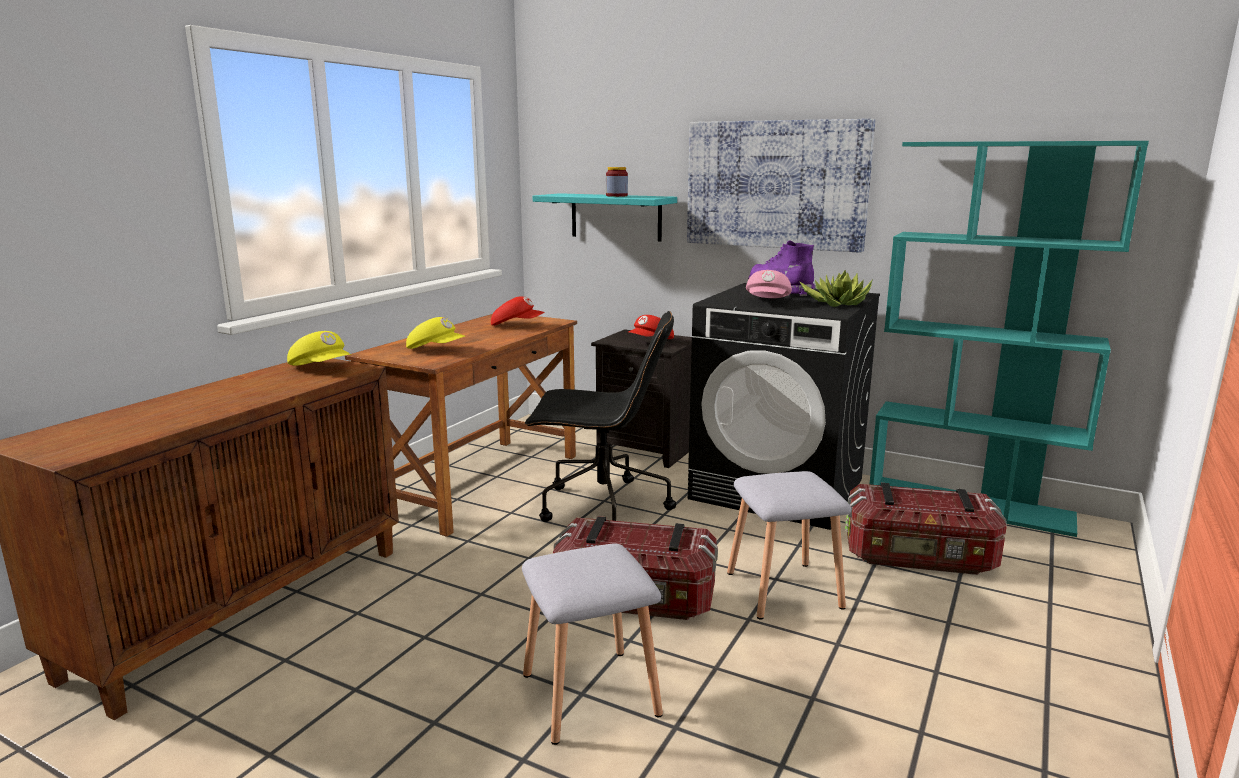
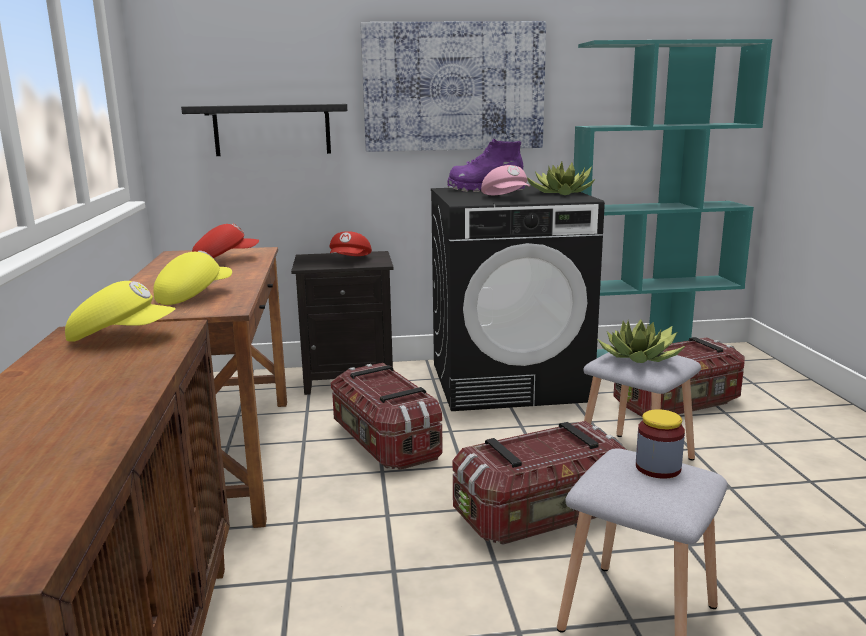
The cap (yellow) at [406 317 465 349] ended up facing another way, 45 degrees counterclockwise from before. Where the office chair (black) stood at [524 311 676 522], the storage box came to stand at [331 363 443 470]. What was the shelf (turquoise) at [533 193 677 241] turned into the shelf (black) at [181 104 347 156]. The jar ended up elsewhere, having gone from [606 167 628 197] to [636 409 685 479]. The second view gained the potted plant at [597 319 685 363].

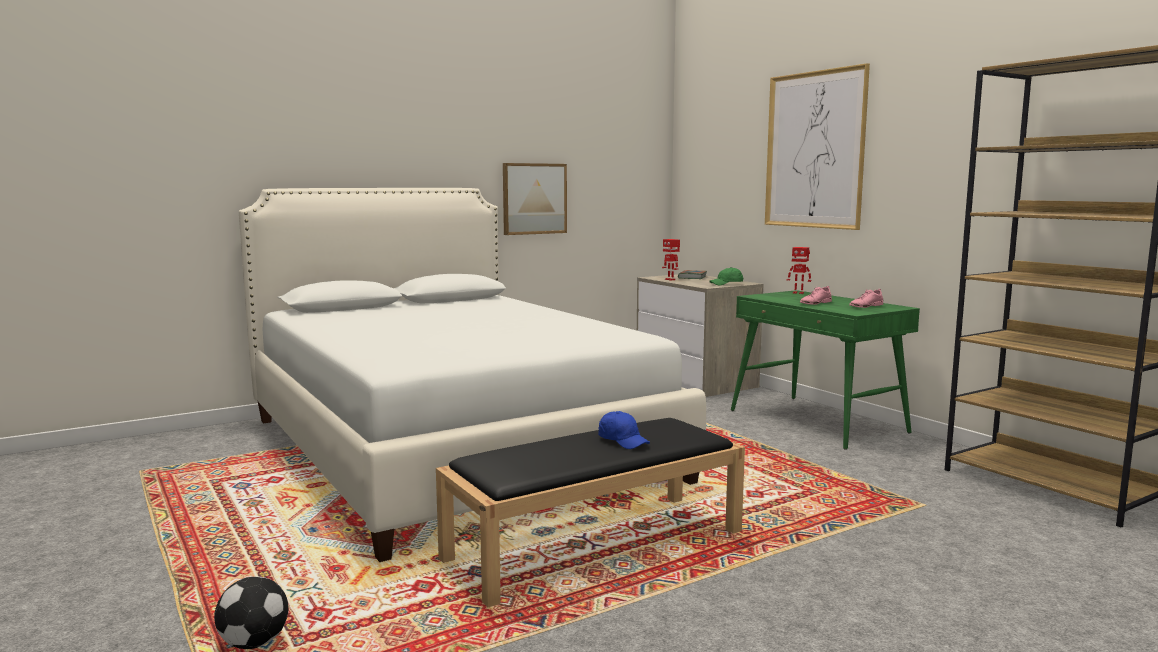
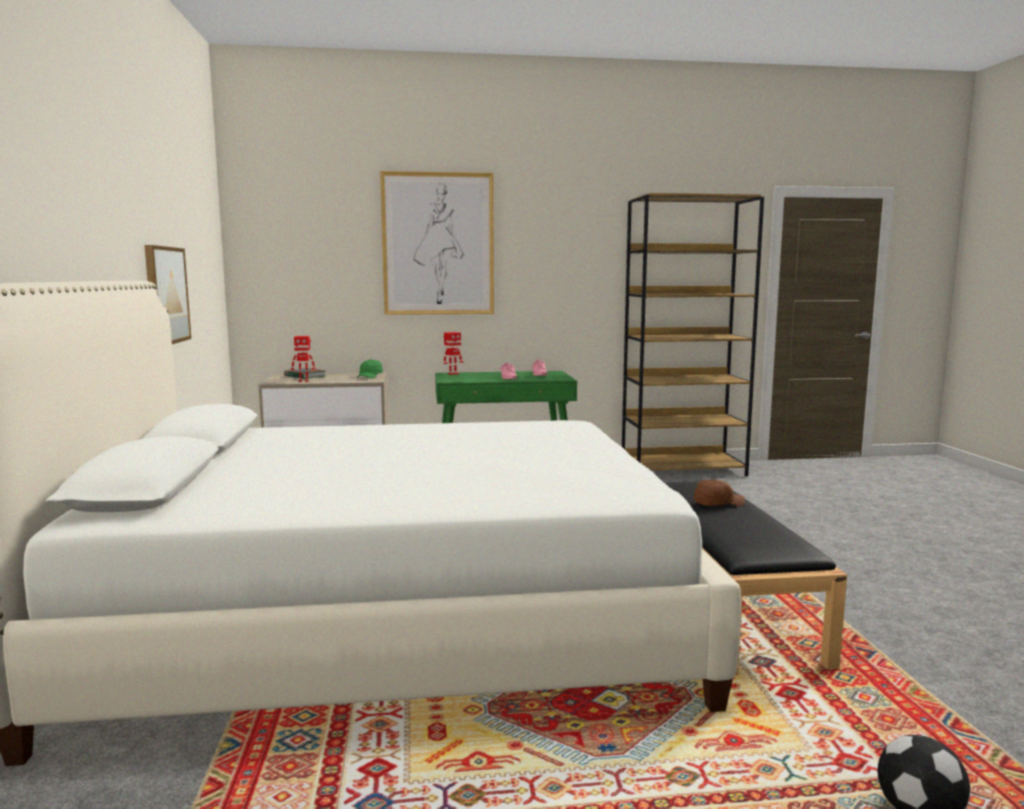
What was the cap (blue) at [598 411 650 449] turned into the cap (brown) at [694 479 746 506].

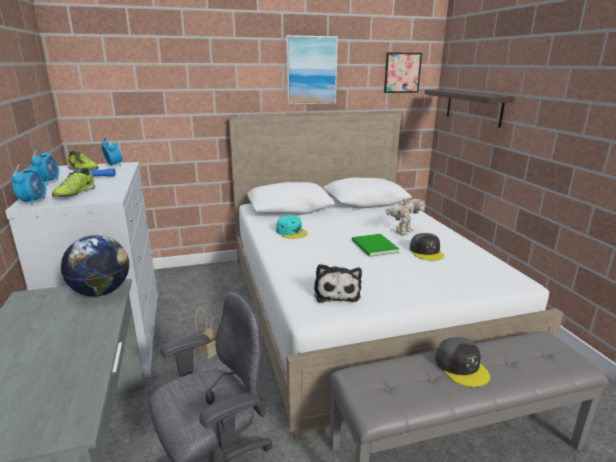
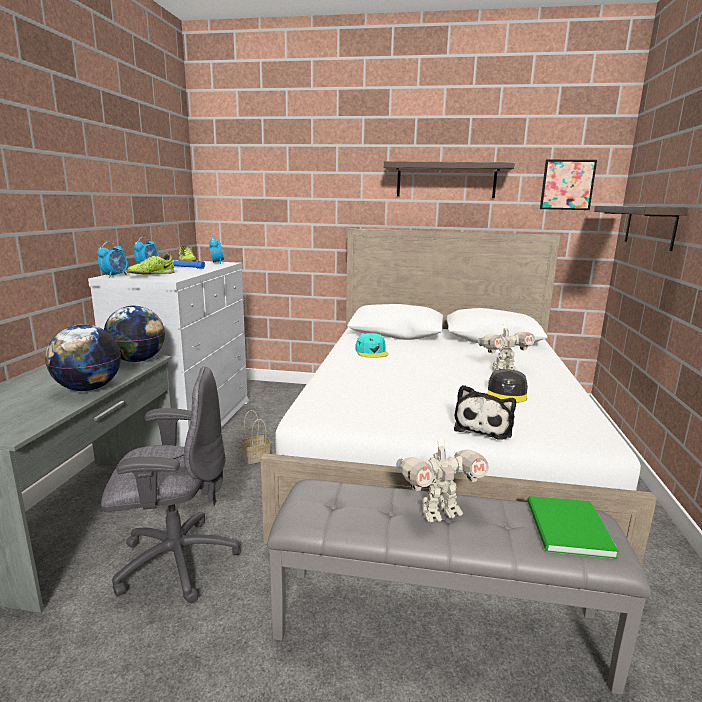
Where the picture hung at [286 35 338 104], the shelf came to hang at [384 161 515 198]. The plush toy ended up elsewhere, having gone from [314 264 362 303] to [454 385 516 440]. The book (green) ended up elsewhere, having gone from [352 234 399 257] to [528 496 619 559]. Where the cap (grey) stood at [435 337 490 387], the toy robot came to stand at [396 438 489 522]. The second view gained the globe at [45 324 121 391].

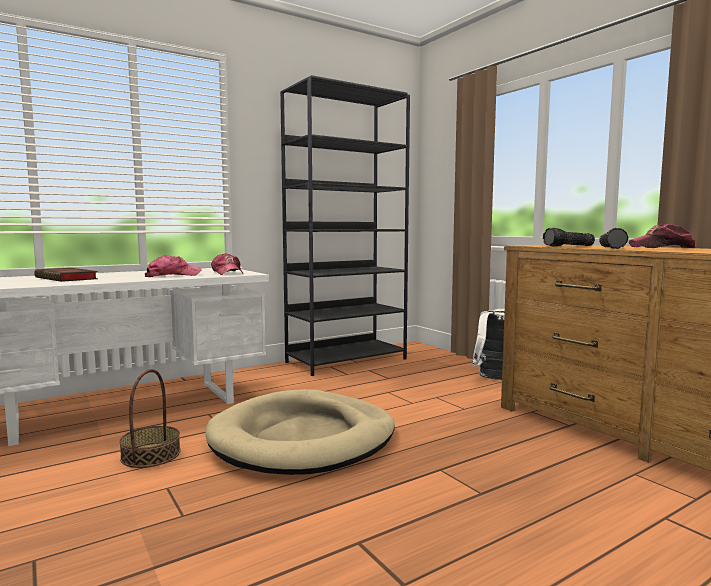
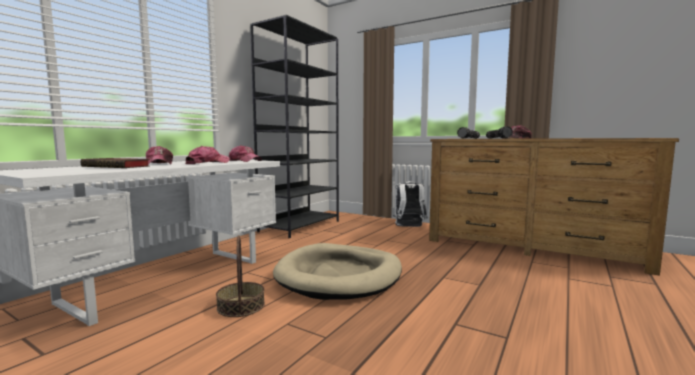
The second view gained the cap at [146 146 173 165].

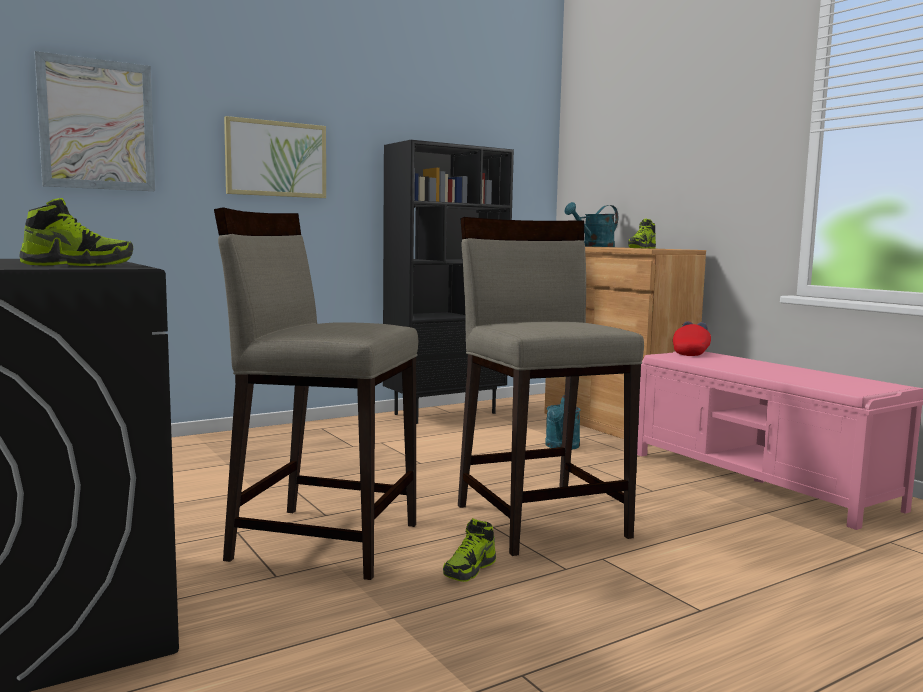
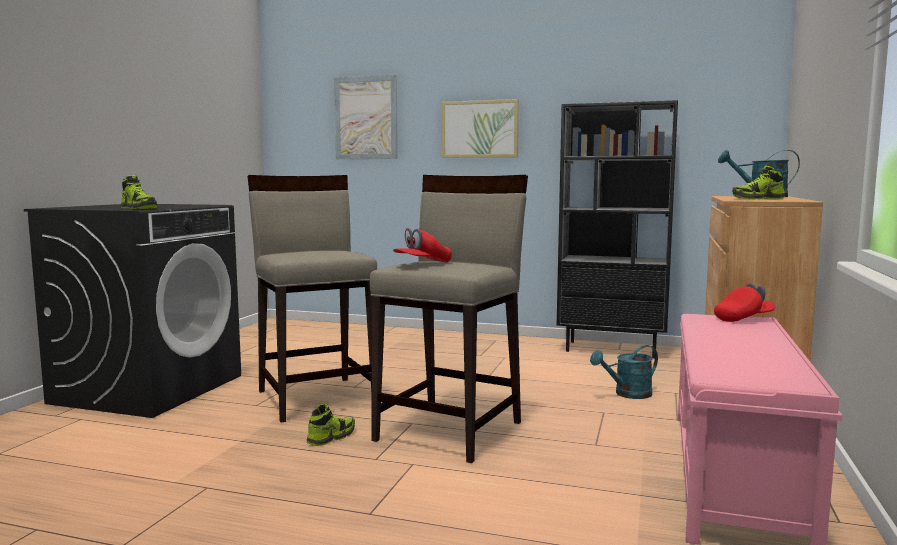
The shoe at [443 518 496 582] ended up facing another way, 135 degrees clockwise from before. The second view gained the cap (red) at [393 228 452 262].

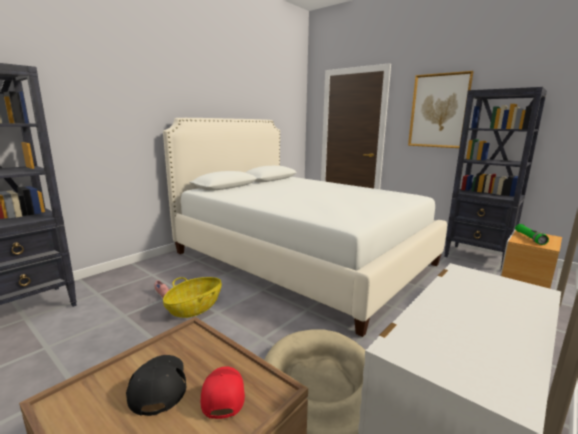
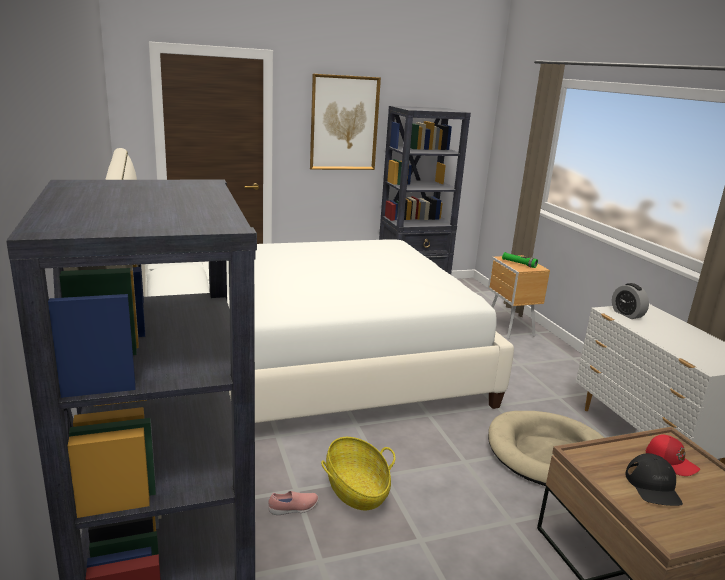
The cap (black) at [126 355 186 416] ended up facing another way, 105 degrees counterclockwise from before. The cap (red) at [201 367 245 419] ended up facing another way, 150 degrees counterclockwise from before. The second view gained the alarm clock at [612 283 649 319].

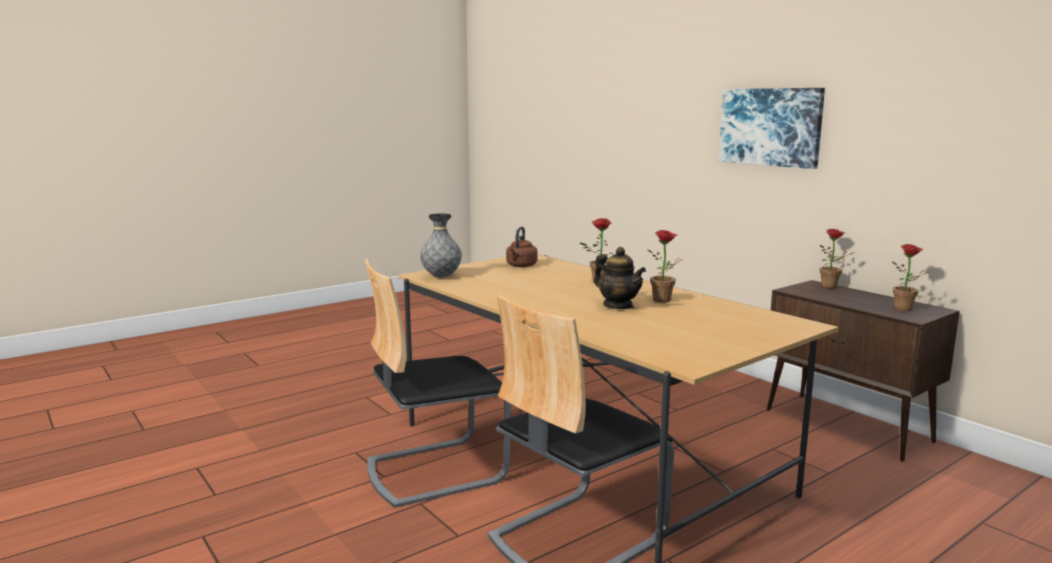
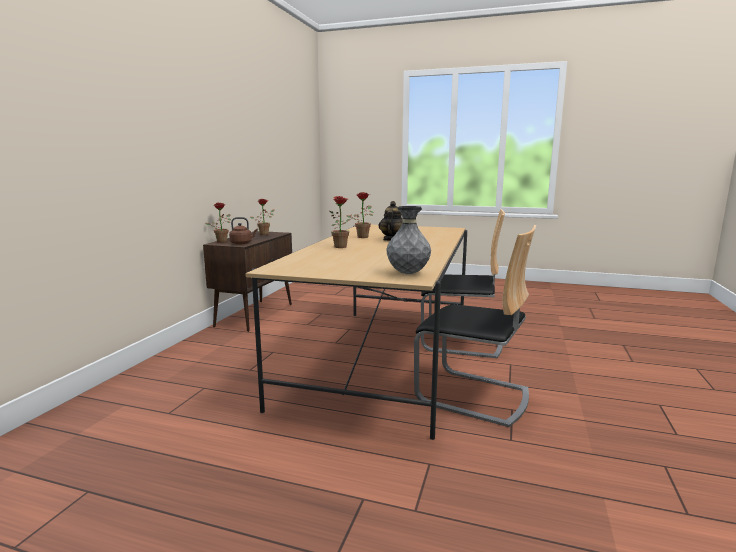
The kettle (brown) ended up elsewhere, having gone from [506 227 538 267] to [229 217 258 244]. The second view lost the picture at [719 88 825 169].

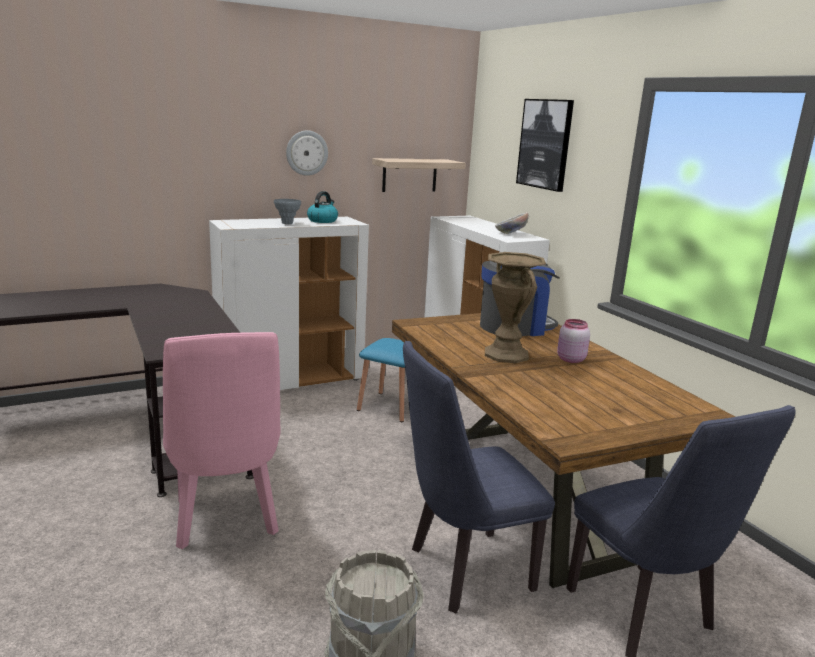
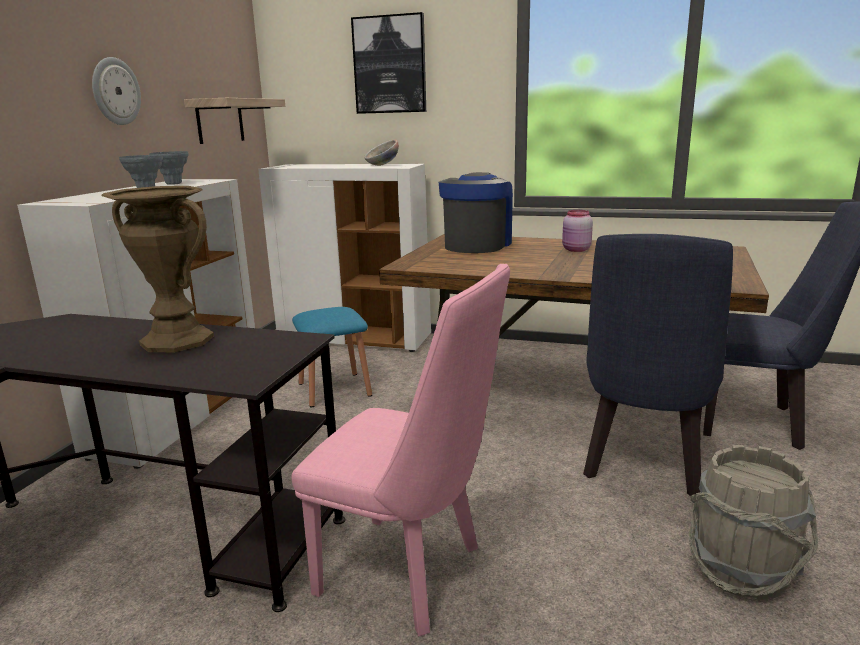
Where the kettle stood at [307 191 338 223], the vase (grey) came to stand at [149 151 189 185]. The vase (brown) ended up elsewhere, having gone from [485 252 546 363] to [101 186 214 352].

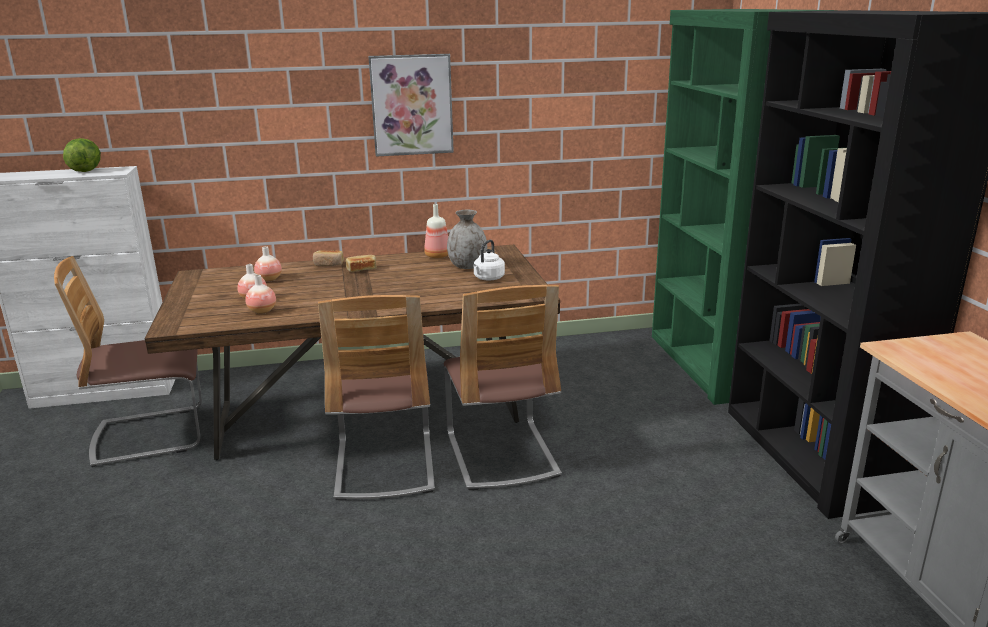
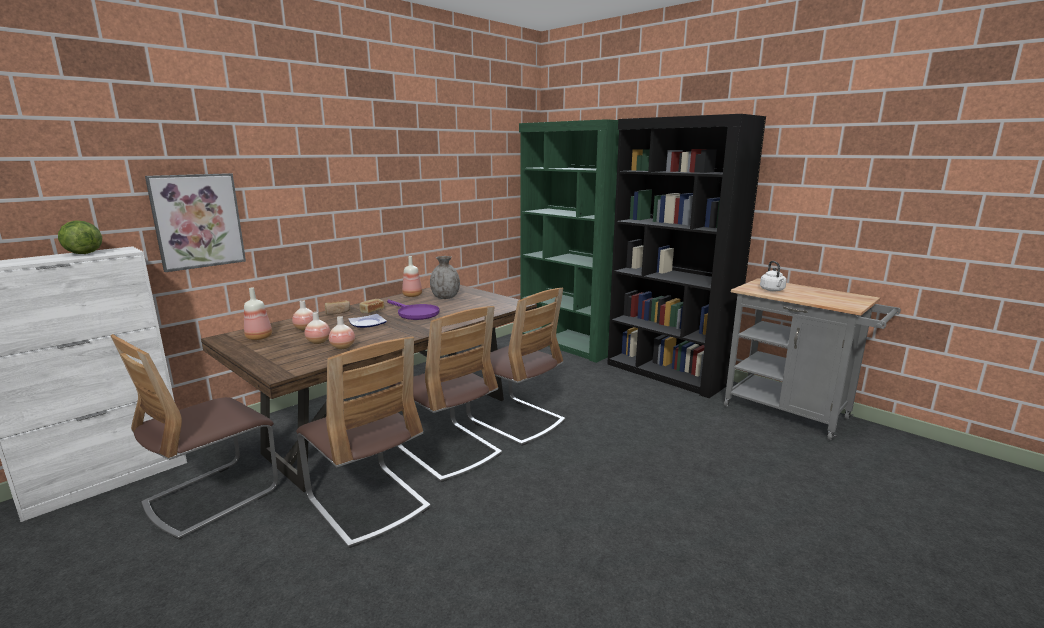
The picture ended up elsewhere, having gone from [368 54 454 157] to [145 173 246 272]. The kettle (white) ended up elsewhere, having gone from [473 240 505 281] to [760 261 787 291]. The second view gained the bottle at [244 288 272 340]. The second view gained the chair at [296 337 431 548]. The second view gained the plate at [348 314 387 328]. The second view gained the frying pan (purple) at [387 300 440 320].

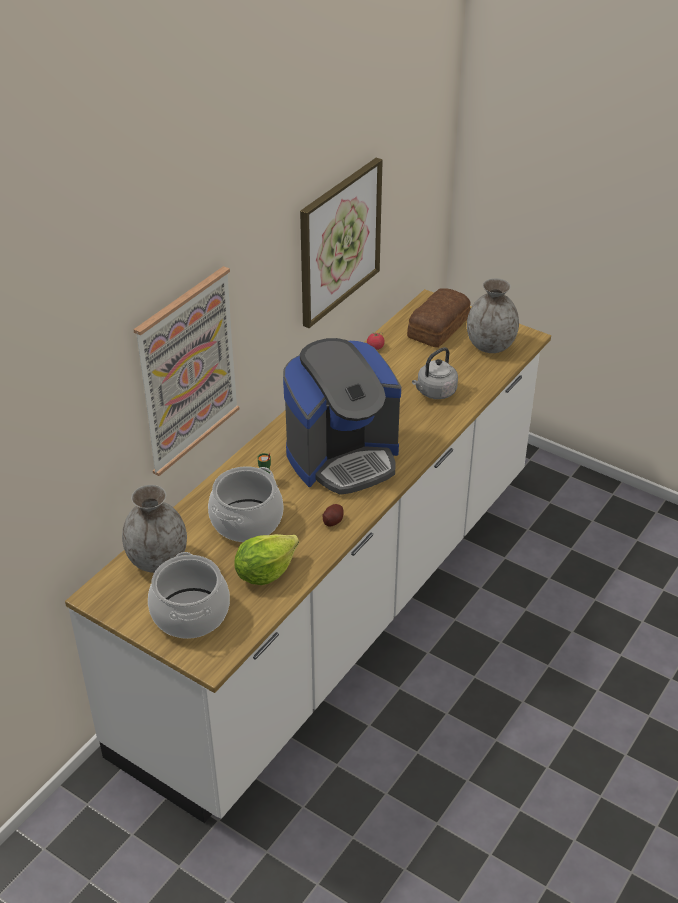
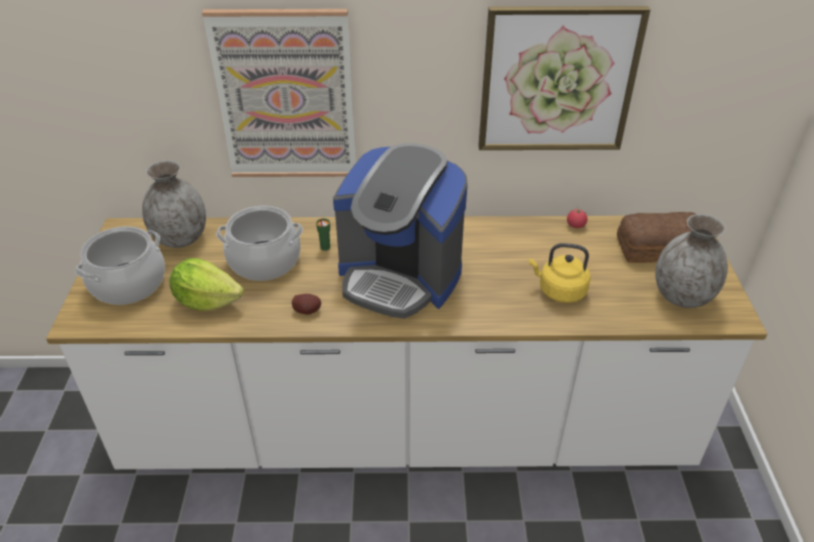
What was the kettle (grey) at [412 347 458 399] turned into the kettle (yellow) at [529 243 591 303].

